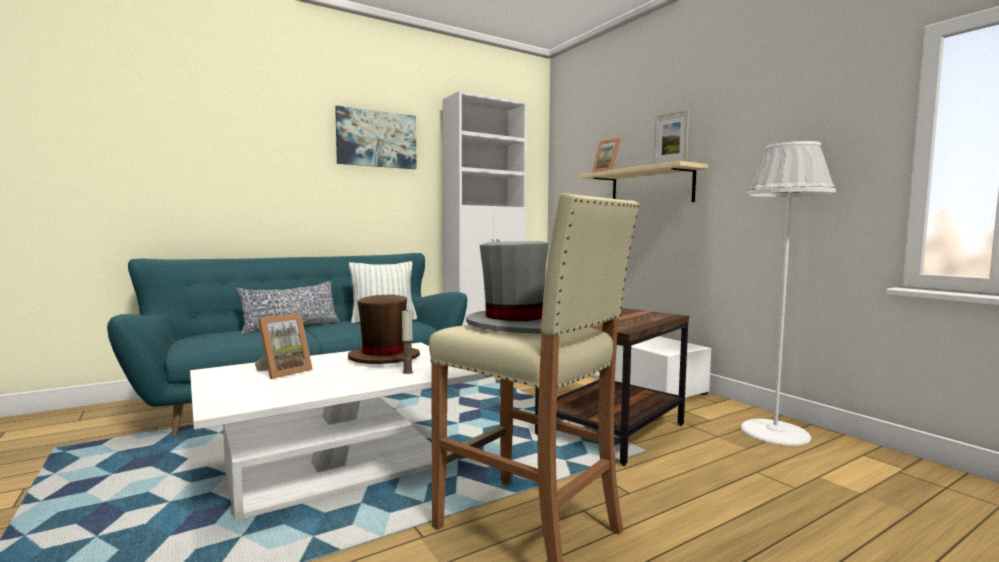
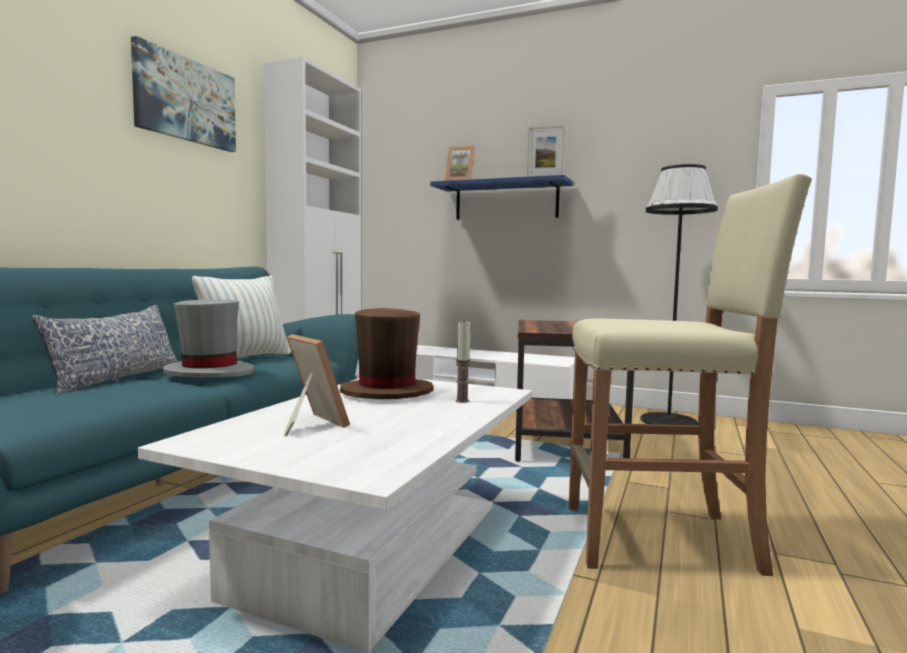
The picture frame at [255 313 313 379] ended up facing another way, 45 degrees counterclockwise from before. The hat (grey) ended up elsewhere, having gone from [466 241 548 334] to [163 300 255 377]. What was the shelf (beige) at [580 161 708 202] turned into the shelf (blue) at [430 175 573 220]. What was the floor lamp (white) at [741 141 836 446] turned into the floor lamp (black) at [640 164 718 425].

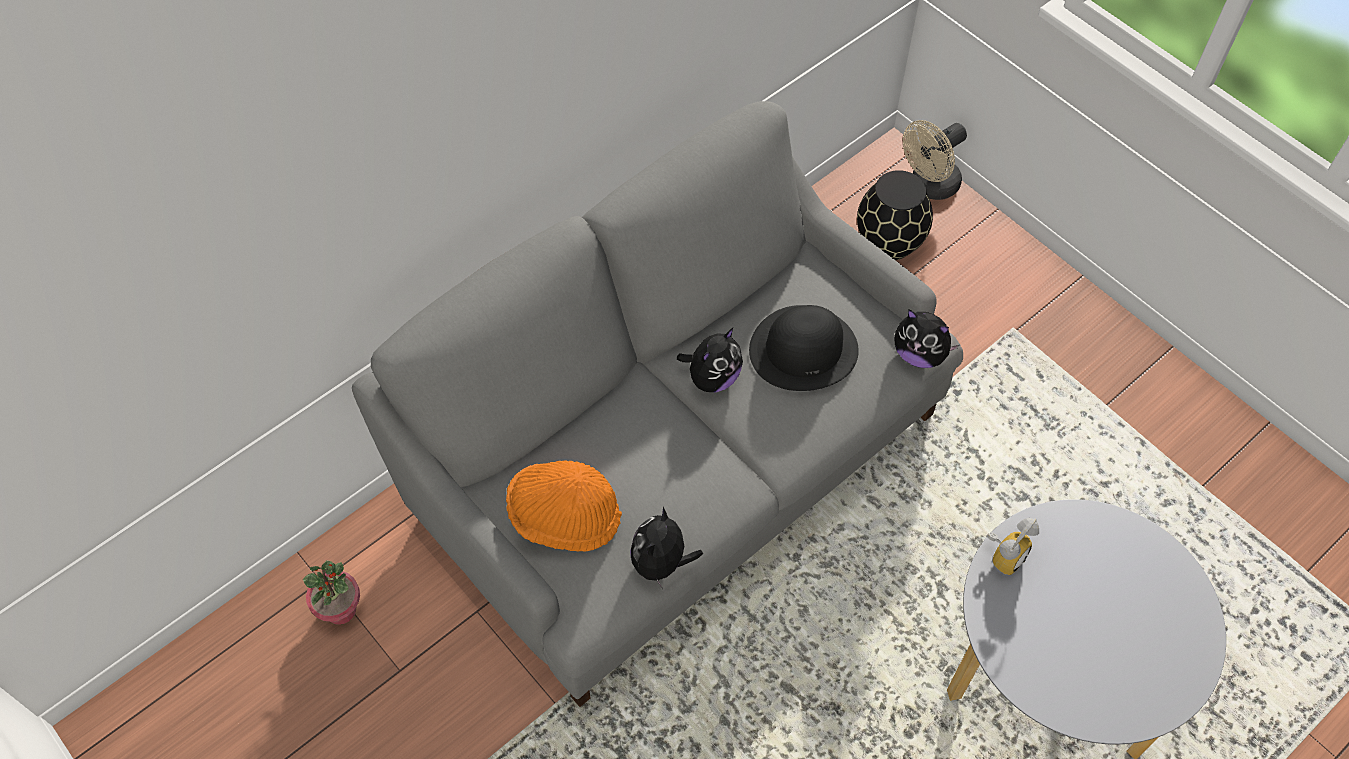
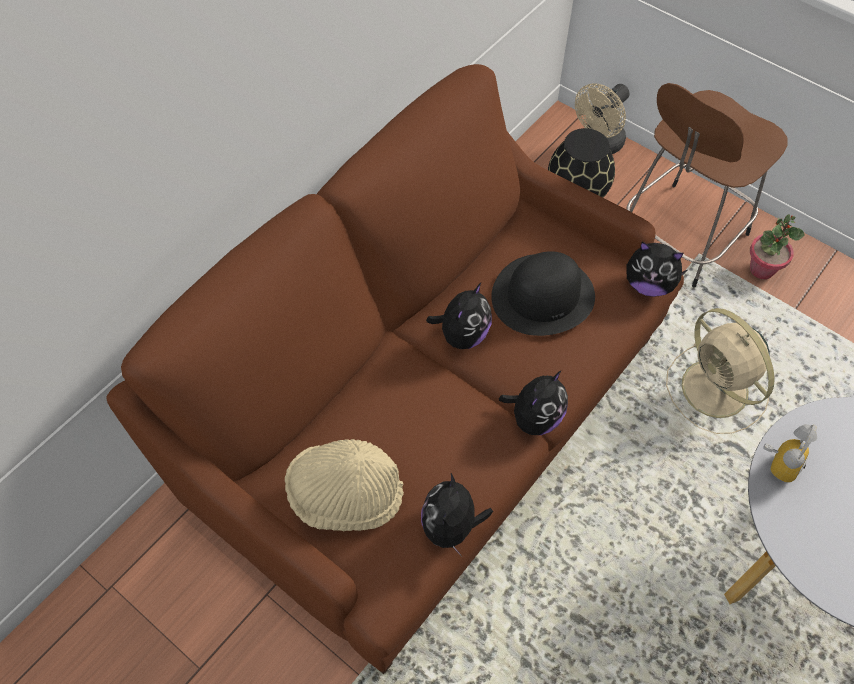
The potted plant ended up elsewhere, having gone from [303 560 360 625] to [750 214 805 279]. What was the sofa (grey) at [352 101 963 707] turned into the sofa (brown) at [106 64 684 674]. What was the hat (orange) at [506 460 622 551] turned into the hat (beige) at [285 439 404 531]. The second view gained the plush toy at [499 370 568 435]. The second view gained the stool (brown) at [626 83 788 288]. The second view gained the fan (beige) at [666 308 775 434].

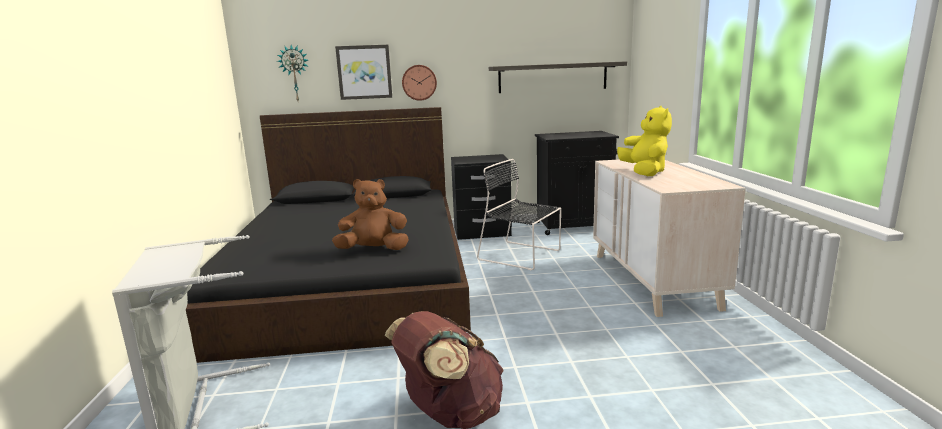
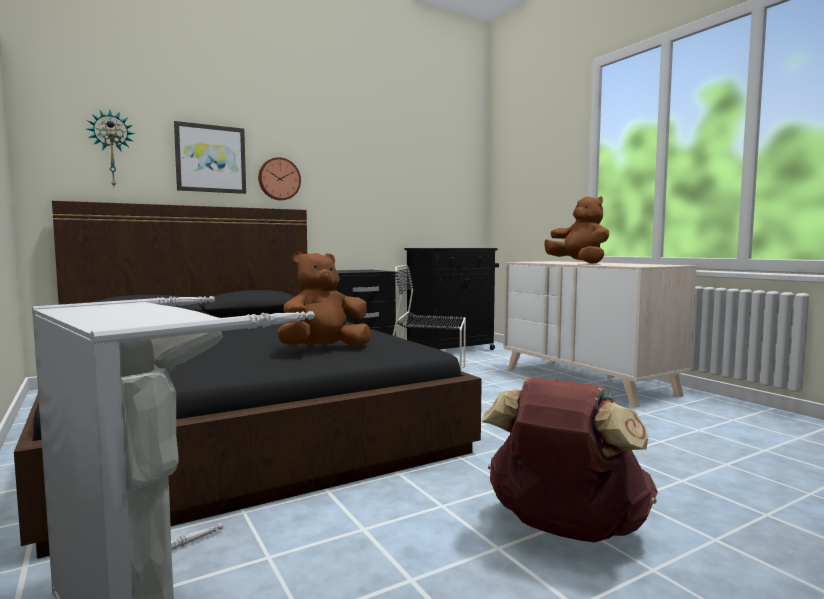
The second view lost the shelf at [489 61 627 93]. What was the plush toy (yellow) at [617 106 672 176] turned into the plush toy (brown) at [545 196 609 264].

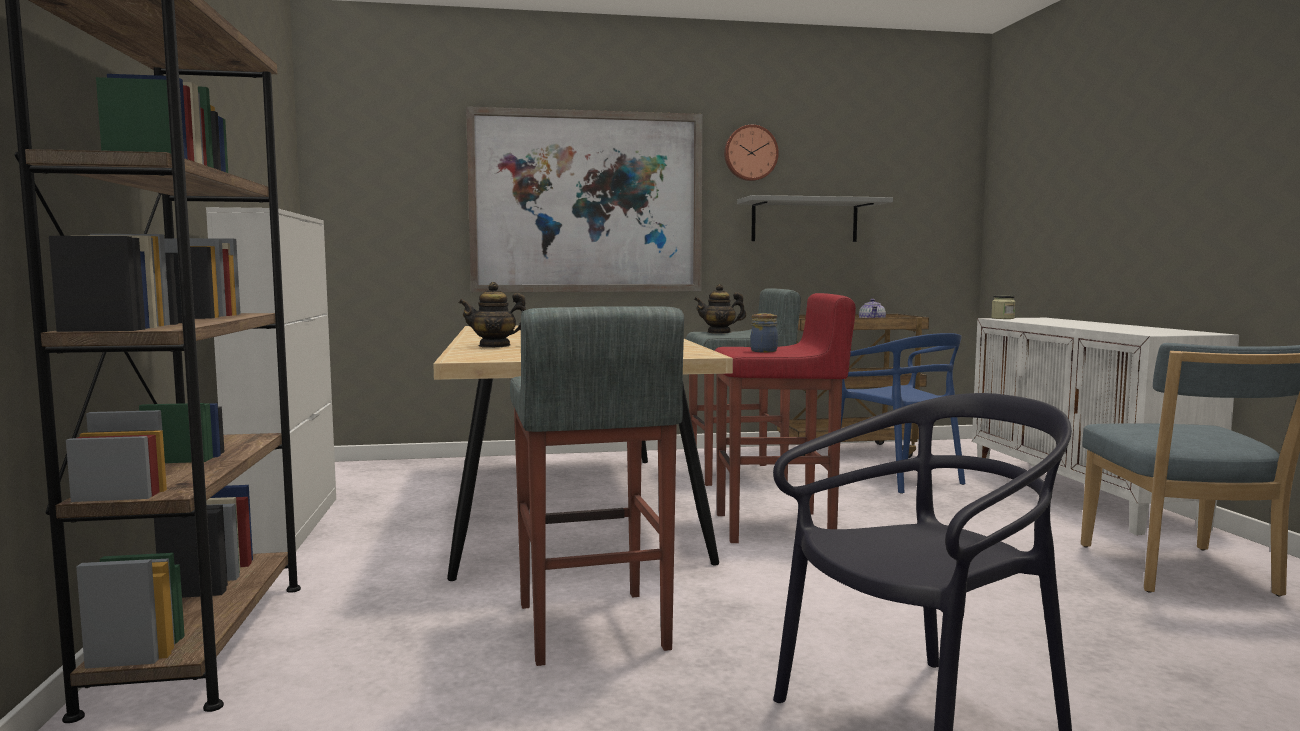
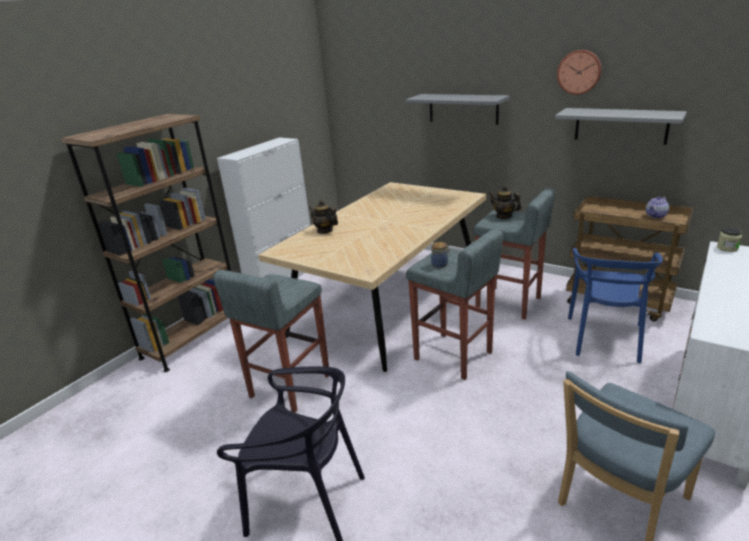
Where the picture hung at [466 106 703 292], the shelf (grey) came to hang at [405 94 510 125]. What was the stool (red) at [715 293 856 543] turned into the stool (grey) at [406 228 503 380].

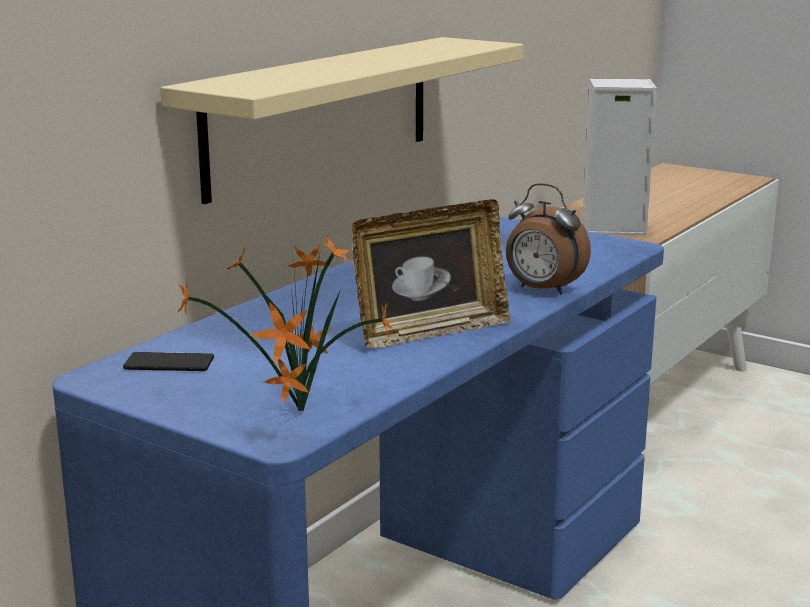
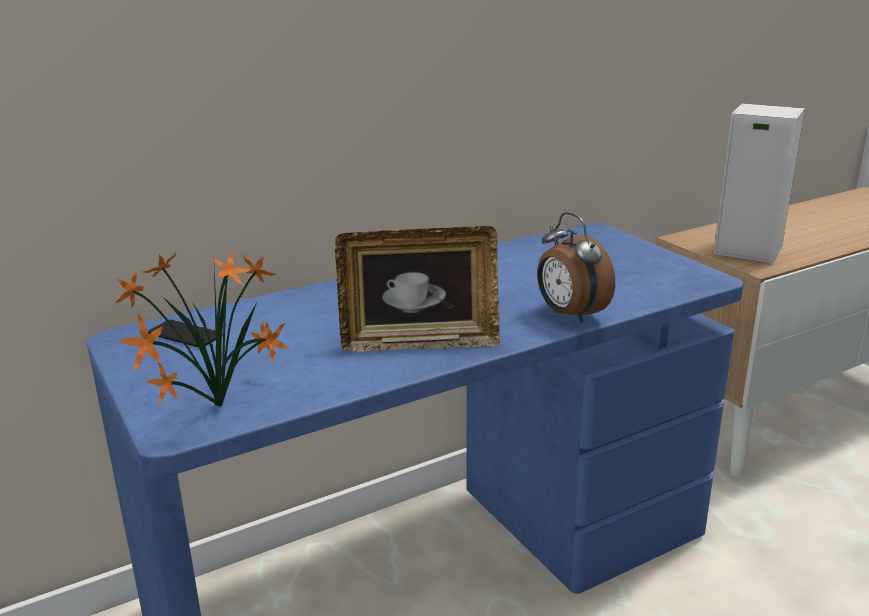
The second view lost the shelf (beige) at [160 37 523 204].

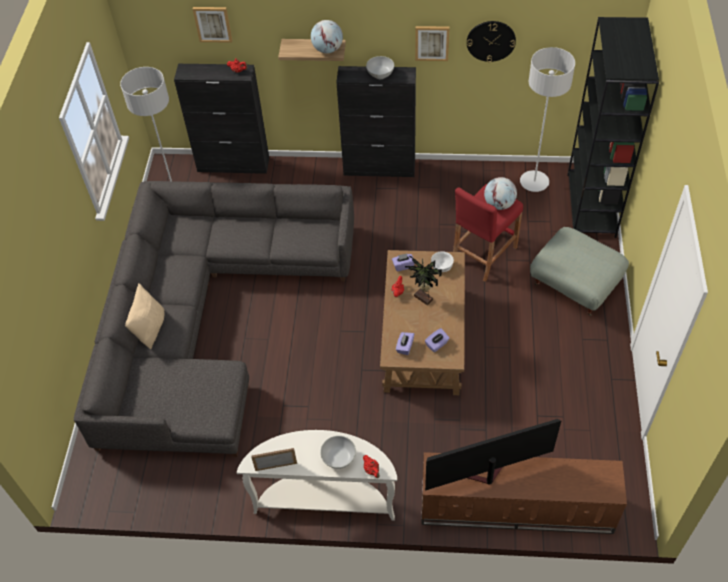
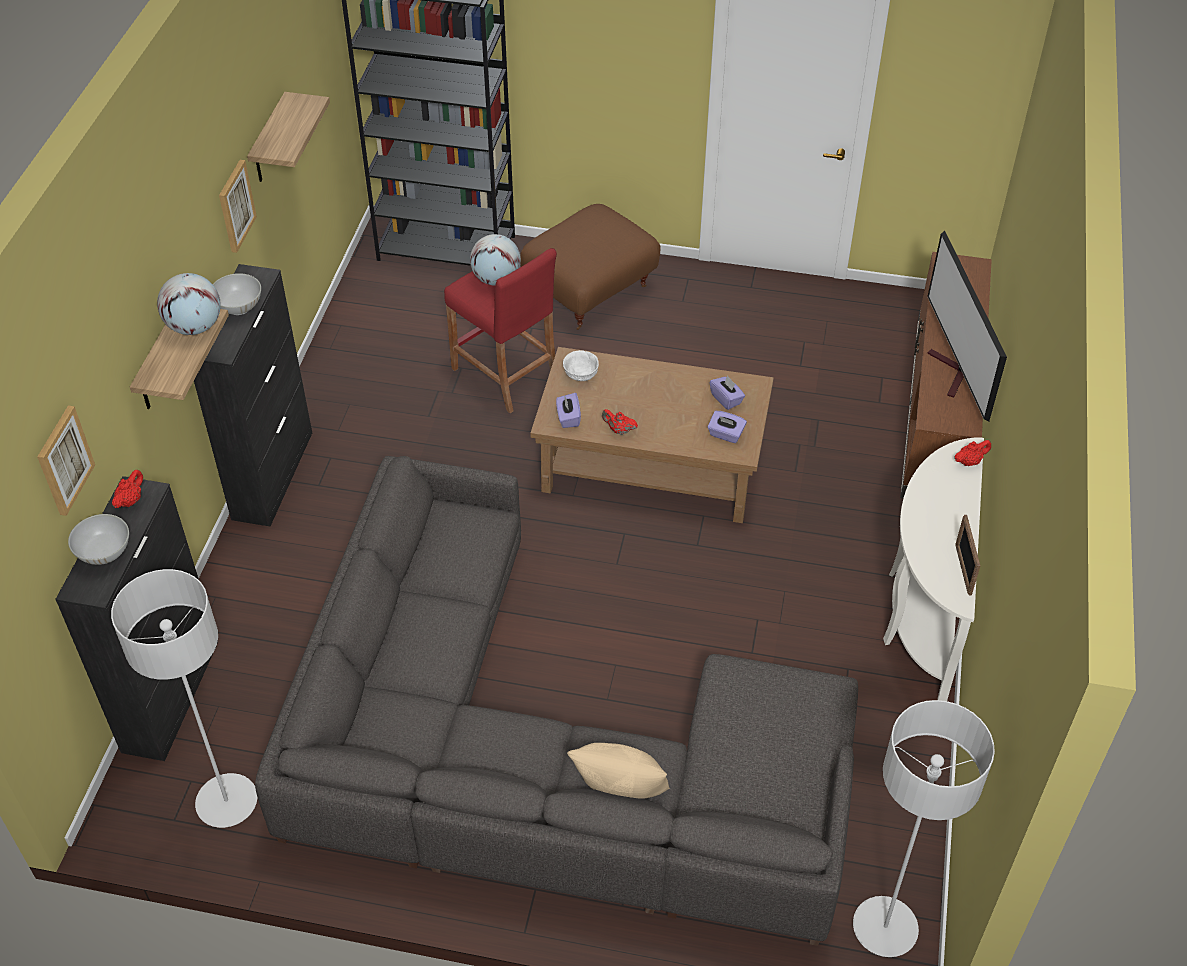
The bowl (white) ended up elsewhere, having gone from [320 436 356 469] to [68 514 129 565]. The second view lost the potted plant at [405 255 442 305]. Where the wall clock hung at [467 21 516 63], the shelf came to hang at [247 92 330 182]. The floor lamp (grey) ended up elsewhere, having gone from [520 47 575 192] to [853 700 995 957]. What was the ottoman (grey) at [530 227 629 316] turned into the ottoman (brown) at [520 204 661 330].

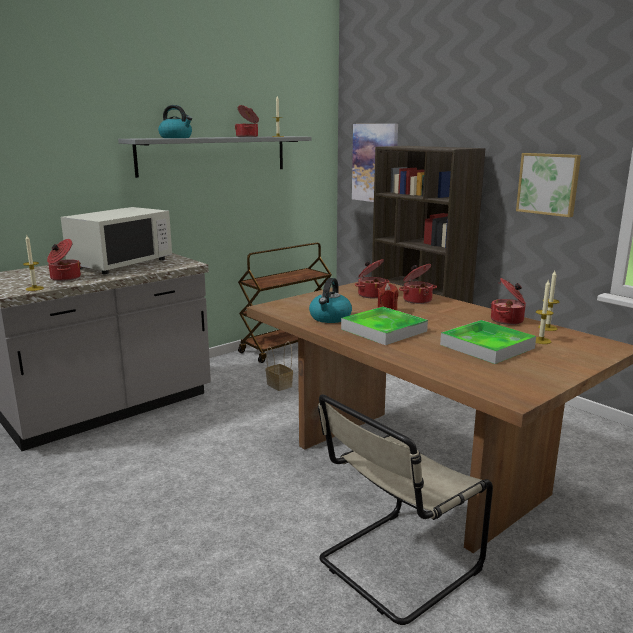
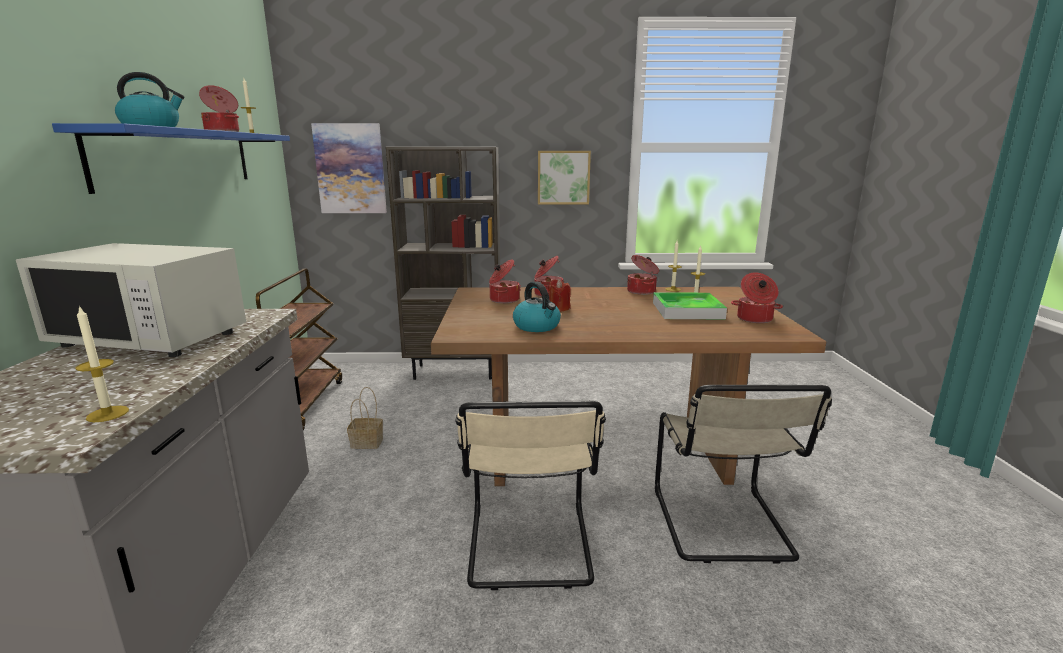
The cooking pot ended up elsewhere, having gone from [47 239 81 281] to [731 272 783 323]. The microwave (white) at [61 207 172 274] ended up facing another way, 120 degrees clockwise from before. What was the shelf (grey) at [118 136 312 178] turned into the shelf (blue) at [52 123 290 194]. The second view lost the tray at [341 307 428 345]. The second view gained the chair (beige) at [455 401 606 590].

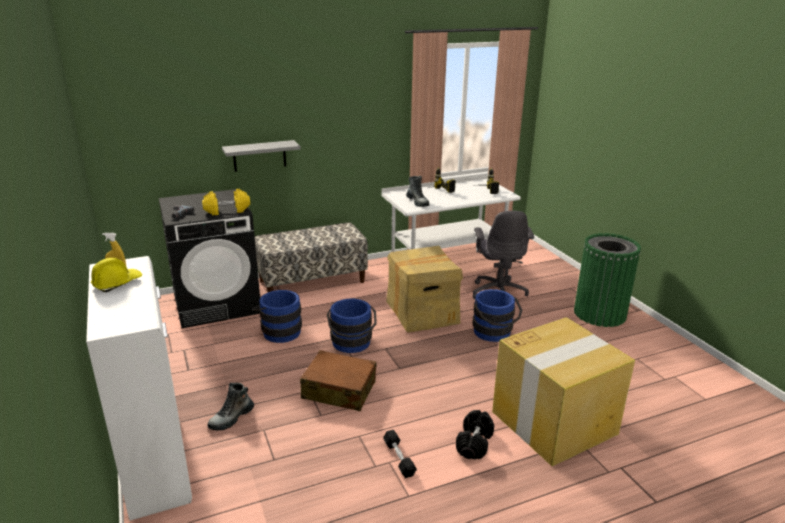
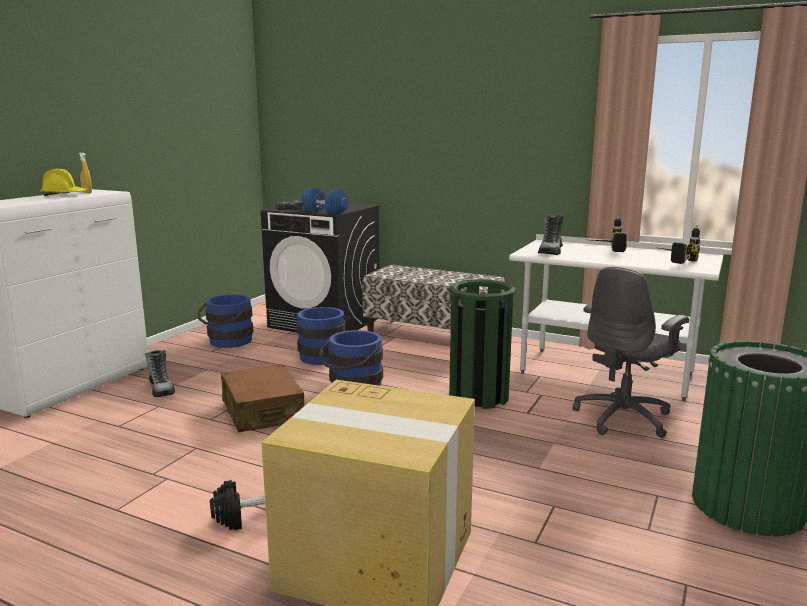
What was the dumbbell (yellow) at [202 189 250 216] turned into the dumbbell (blue) at [302 188 348 214]. The boot at [207 383 254 430] ended up facing another way, 120 degrees counterclockwise from before. The second view lost the shelf (grey) at [222 140 301 172]. The second view lost the dumbbell (black) at [383 430 417 478]. Where the cardboard box stood at [386 246 463 332], the trash can (green) came to stand at [449 279 516 409]. The bucket (blue) ended up elsewhere, having gone from [473 289 522 342] to [197 294 253 348].

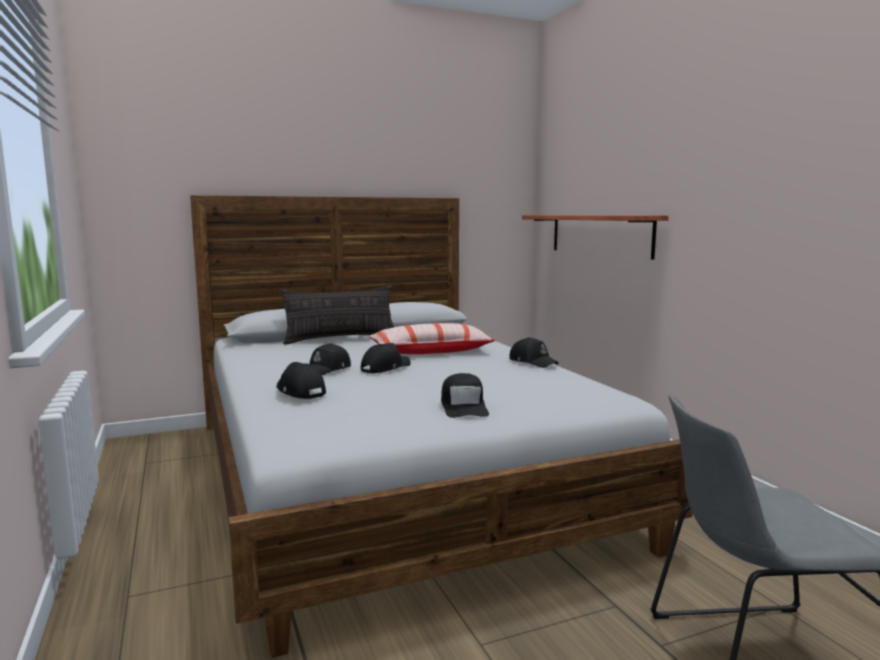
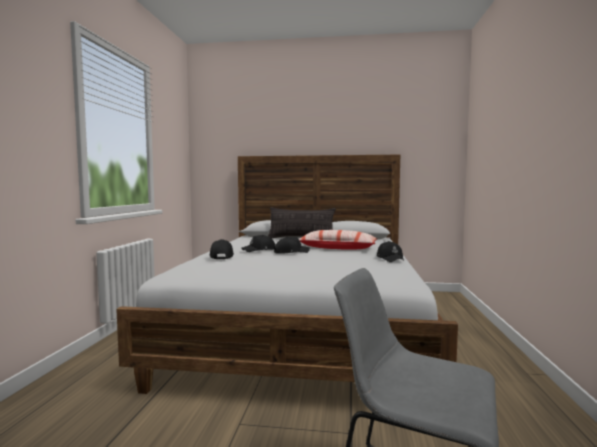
The second view lost the cap (black) at [441 373 489 418]. The second view lost the shelf at [522 215 669 260].

